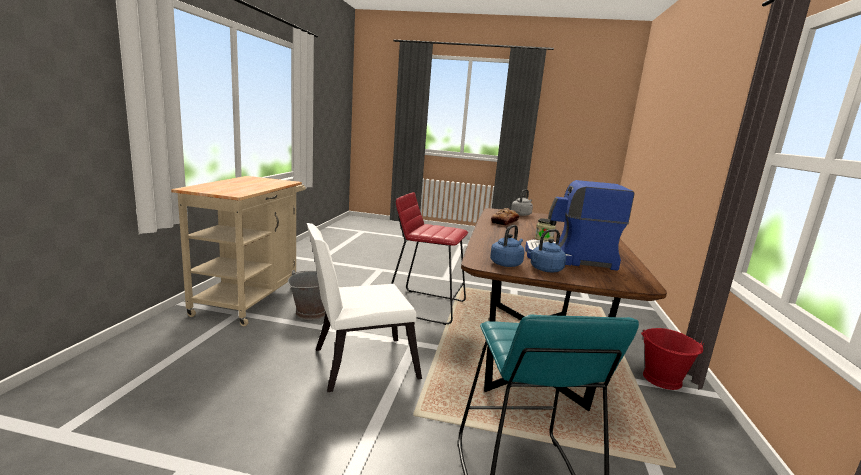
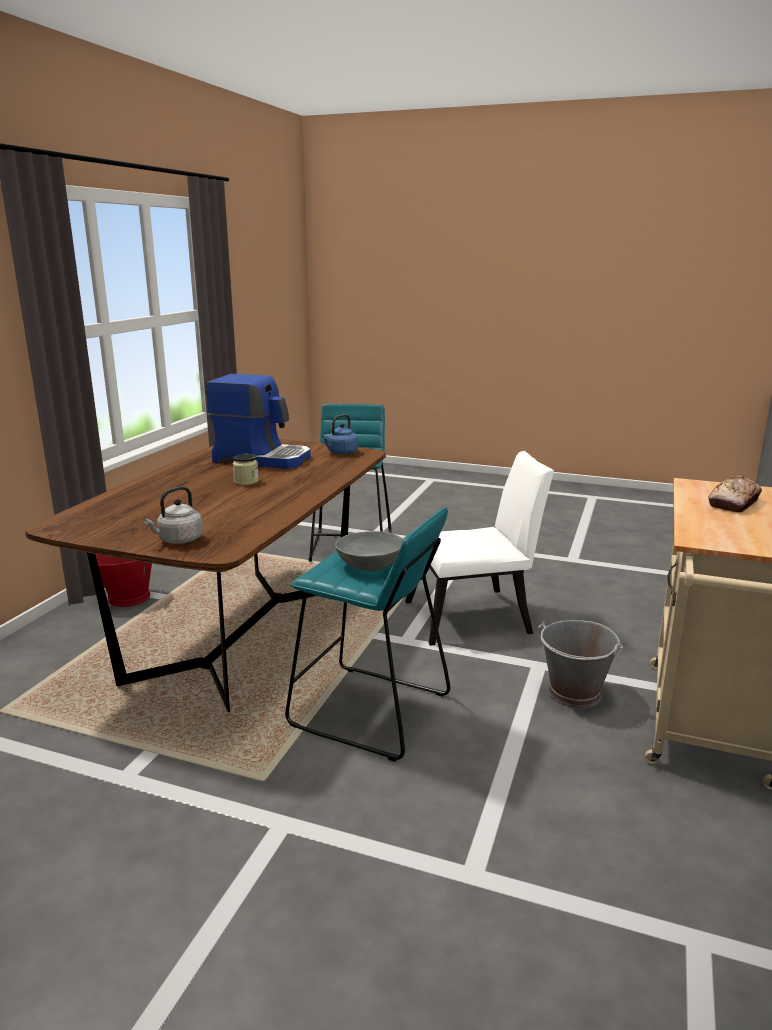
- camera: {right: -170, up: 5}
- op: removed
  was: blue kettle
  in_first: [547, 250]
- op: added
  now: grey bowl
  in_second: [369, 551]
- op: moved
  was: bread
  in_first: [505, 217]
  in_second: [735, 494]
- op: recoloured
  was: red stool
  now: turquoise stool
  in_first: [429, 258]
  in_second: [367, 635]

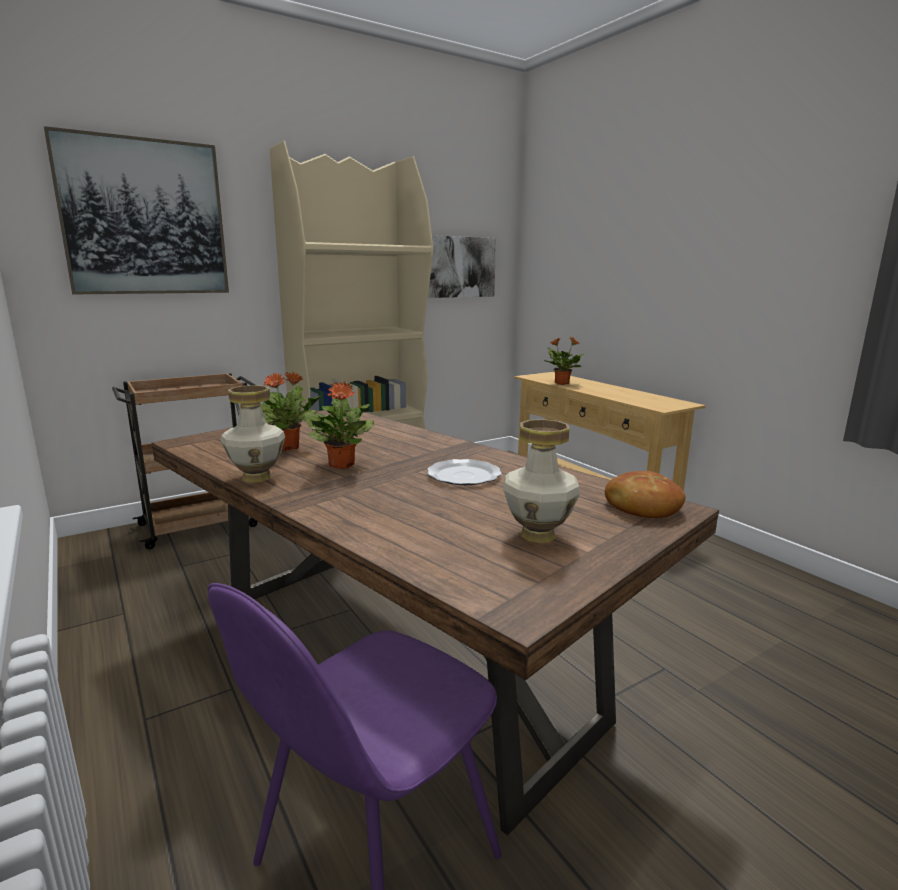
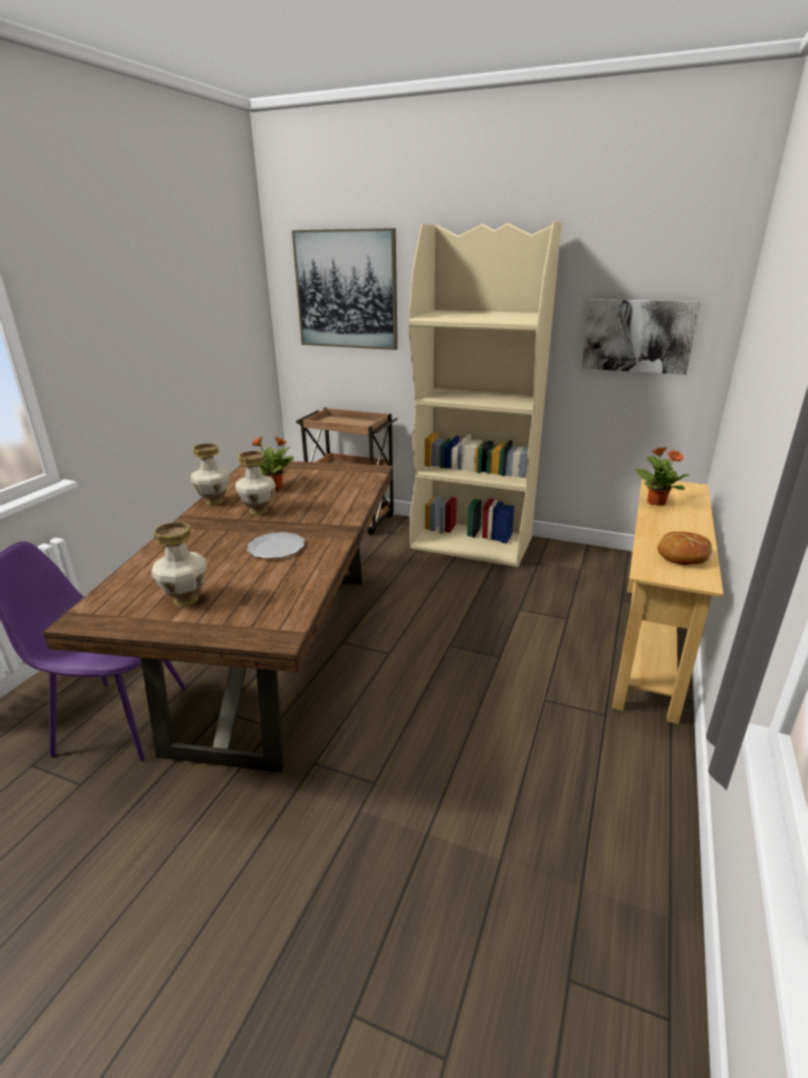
- camera: {right: 55, up: 10}
- op: moved
  was: bread
  in_first: [645, 494]
  in_second: [685, 548]
- op: replaced
  was: potted plant
  now: vase
  in_first: [339, 425]
  in_second: [255, 482]

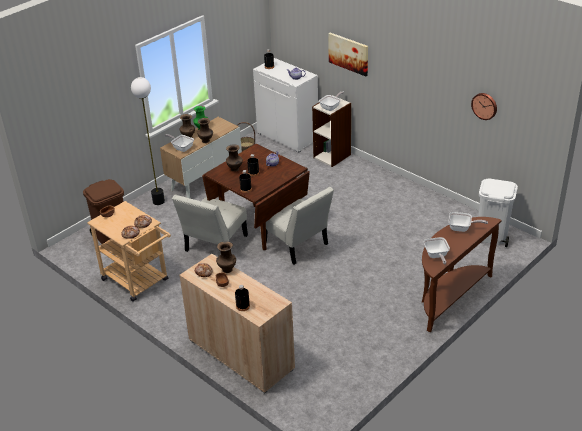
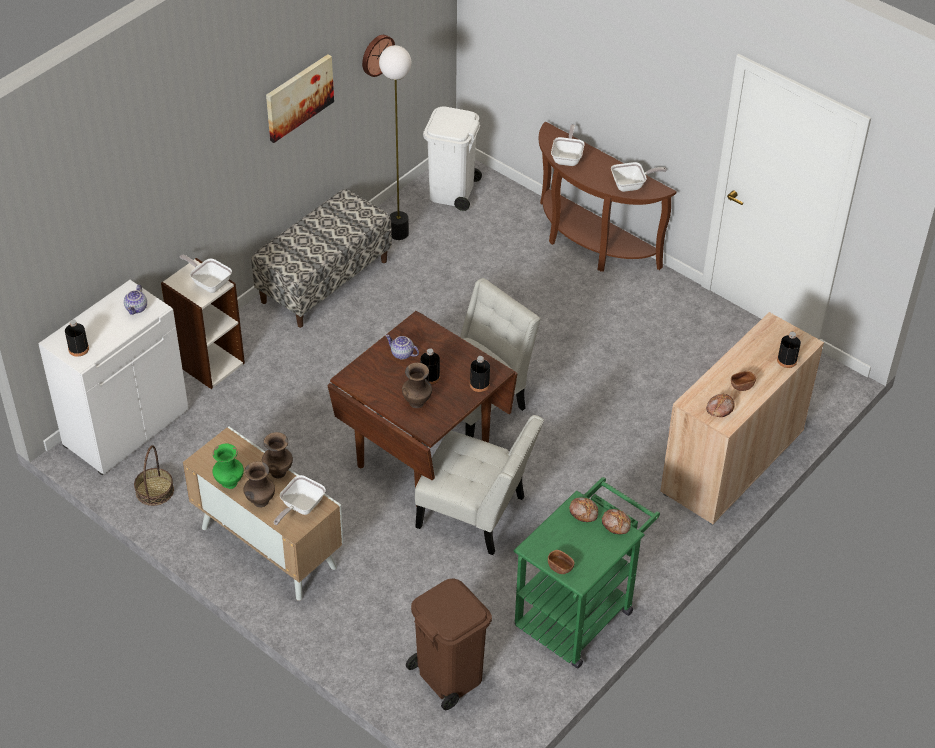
- camera: {right: -95, up: 10}
- op: removed
  was: brown vase
  in_first: [226, 257]
- op: added
  now: bench
  in_second: [321, 258]
- op: moved
  was: floor lamp
  in_first: [148, 141]
  in_second: [395, 142]
- op: moved
  was: picture
  in_first: [348, 54]
  in_second: [300, 98]
- op: recoloured
  was: beige cart
  now: green cart
  in_first: [129, 251]
  in_second: [587, 572]

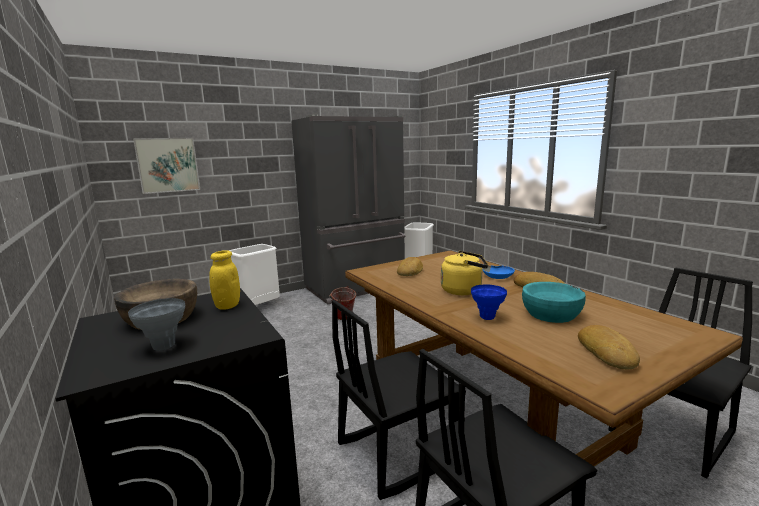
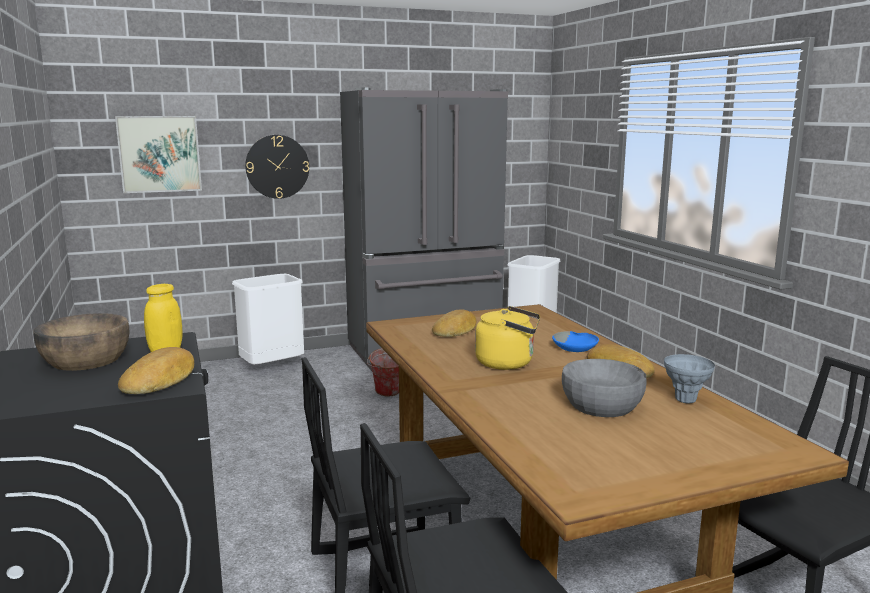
- camera: {right: 10, up: 0}
- op: removed
  was: blue vase
  in_first: [489, 302]
- op: added
  now: wall clock
  in_second: [277, 167]
- op: moved
  was: grey vase
  in_first: [156, 324]
  in_second: [689, 378]
- op: moved
  was: bread
  in_first: [609, 347]
  in_second: [156, 370]
- op: recoloured
  was: turquoise bowl
  now: grey bowl
  in_first: [554, 302]
  in_second: [604, 388]

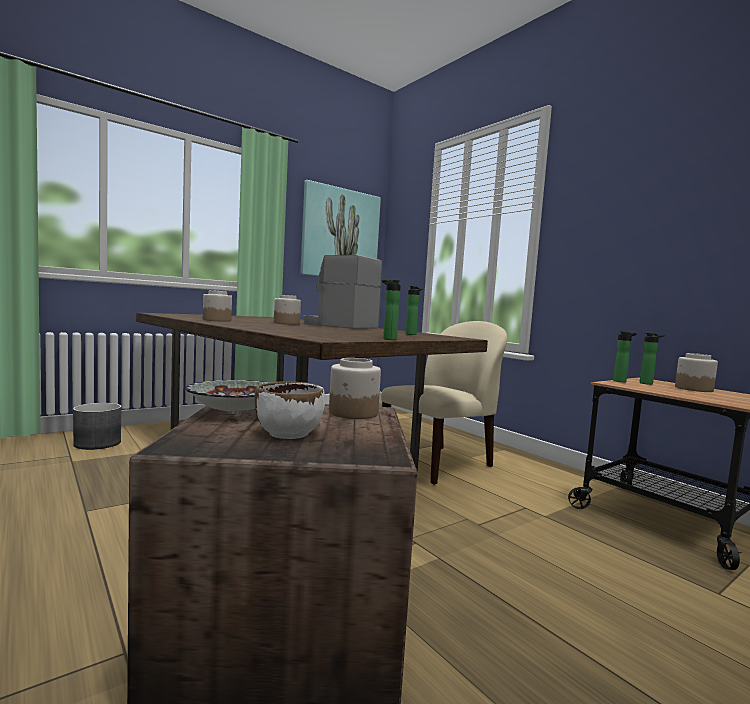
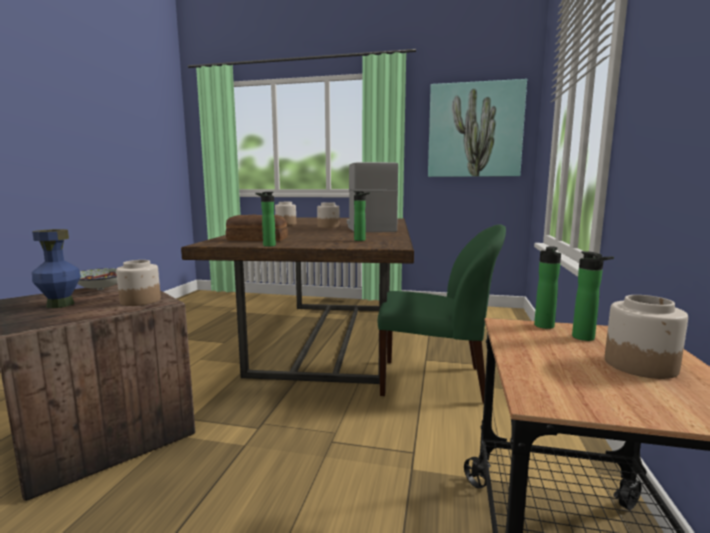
- camera: {right: 50, up: 5}
- op: removed
  was: grey planter
  in_first: [97, 426]
- op: added
  now: bread
  in_second: [257, 228]
- op: replaced
  was: white bowl
  now: blue vase
  in_first: [290, 410]
  in_second: [56, 268]
- op: recoloured
  was: beige chair
  now: green chair
  in_first: [444, 403]
  in_second: [441, 314]

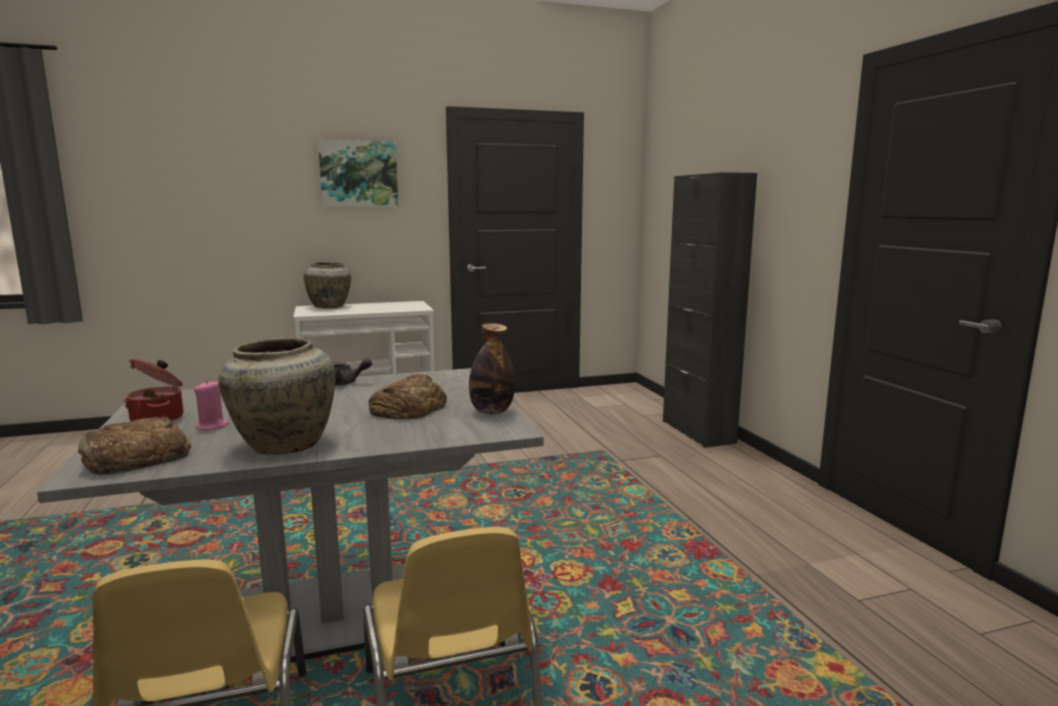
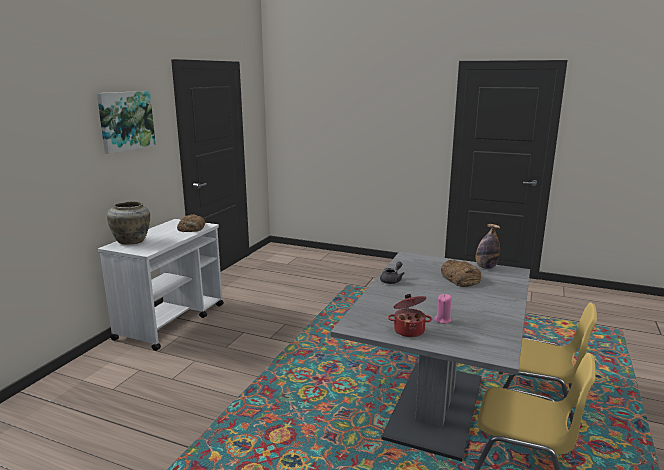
- camera: {right: -50, up: 5}
- op: removed
  was: beige vase
  in_first: [276, 396]
- op: removed
  was: black cabinet
  in_first: [710, 310]
- op: moved
  was: bread
  in_first: [135, 446]
  in_second: [191, 223]

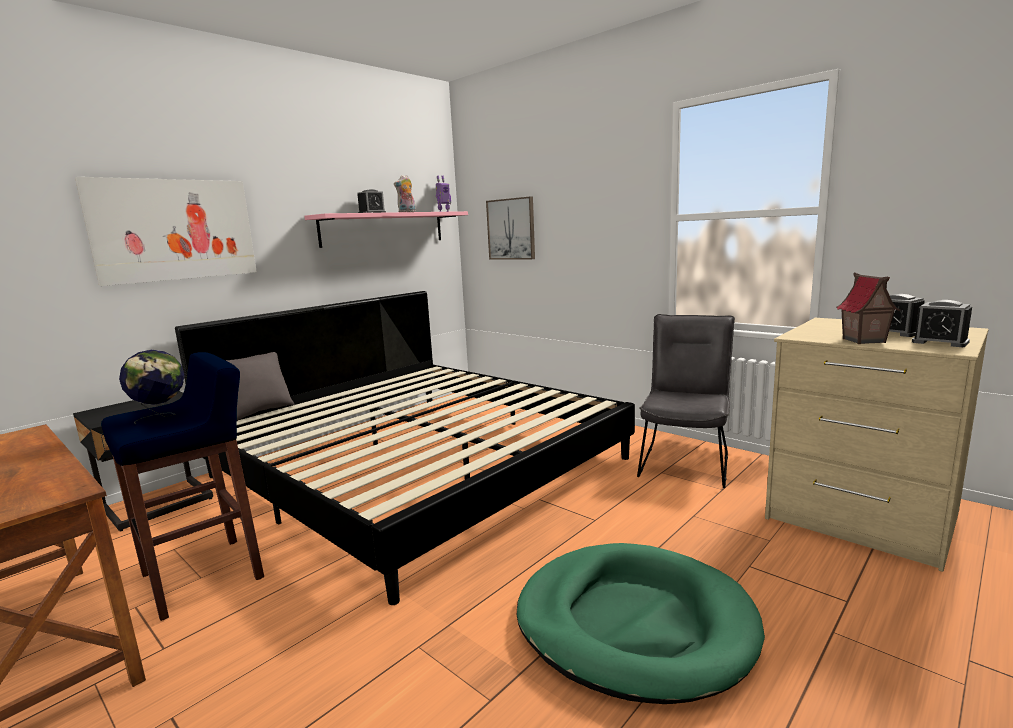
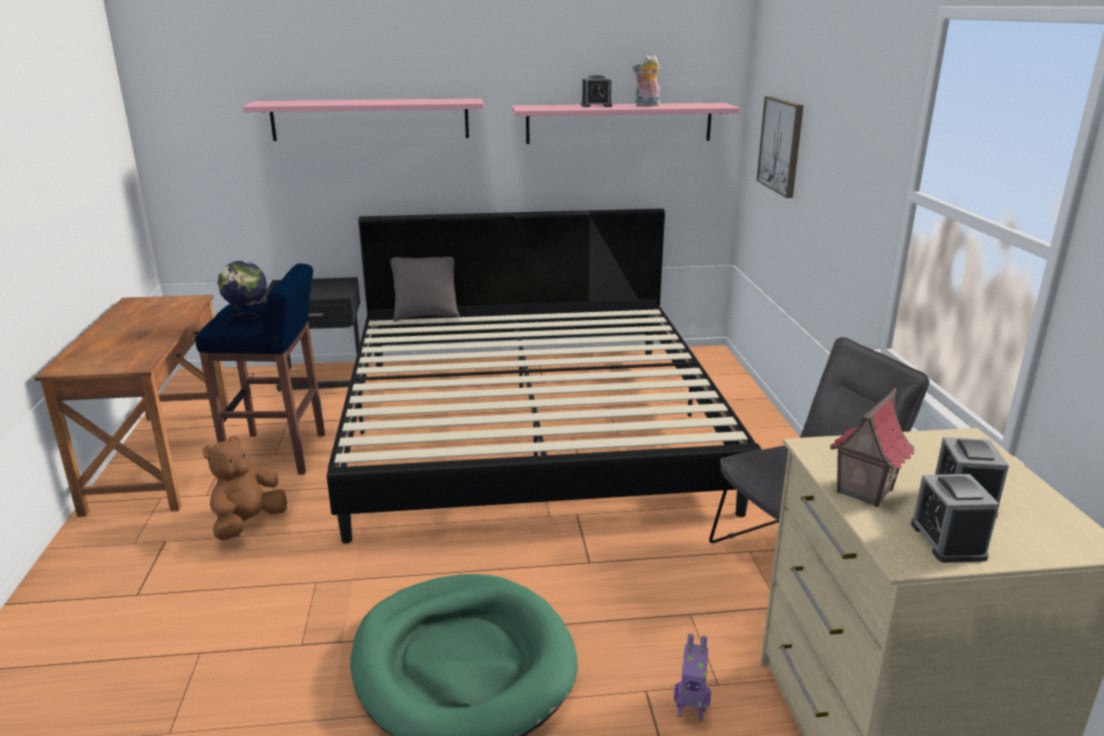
- camera: {right: 40, up: 10}
- op: added
  now: brown plush toy
  in_second: [244, 487]
- op: moved
  was: toy robot
  in_first: [443, 194]
  in_second: [692, 677]
- op: replaced
  was: picture
  now: pink shelf
  in_first: [166, 231]
  in_second: [363, 119]

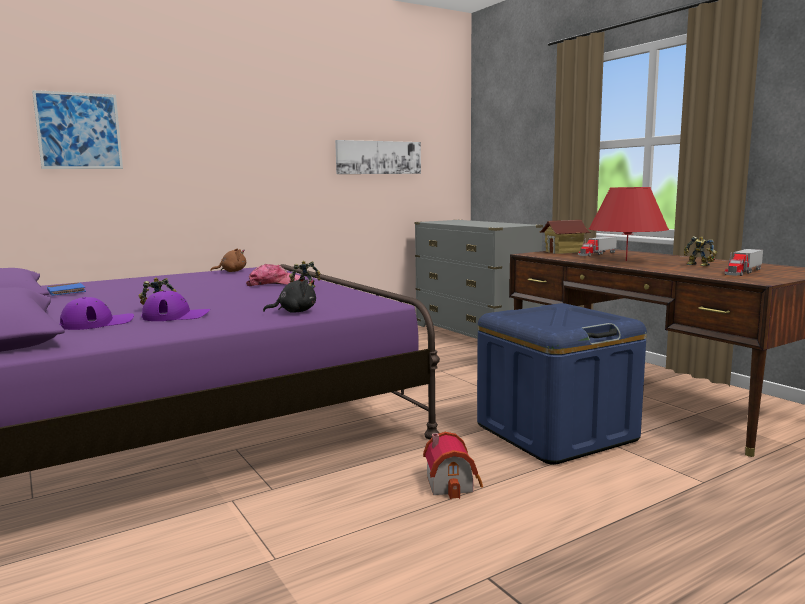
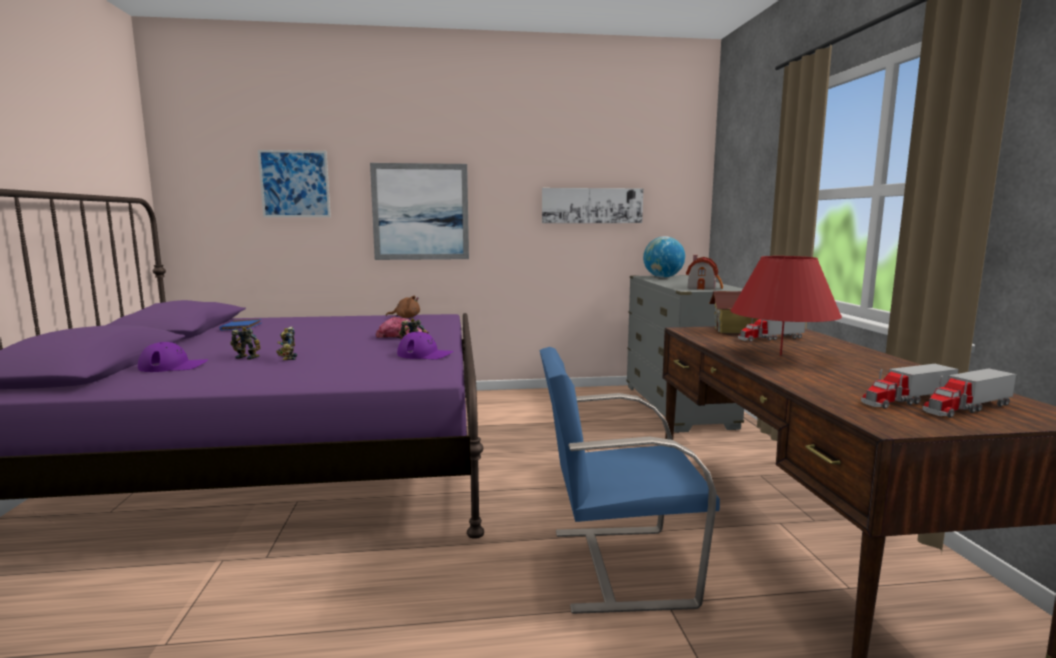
- camera: {right: 25, up: 0}
- op: removed
  was: black plush toy
  in_first: [289, 295]
- op: added
  now: picture
  in_second: [419, 211]
- op: added
  now: globe
  in_second: [664, 257]
- op: added
  now: toy truck
  in_second: [969, 393]
- op: moved
  was: purple cap
  in_first: [176, 305]
  in_second: [425, 345]
- op: moved
  was: toy house
  in_first: [453, 465]
  in_second: [704, 272]
- op: moved
  was: toy robot
  in_first: [700, 251]
  in_second: [286, 343]
- op: replaced
  was: blue storage box
  now: blue chair
  in_first: [562, 384]
  in_second: [630, 480]

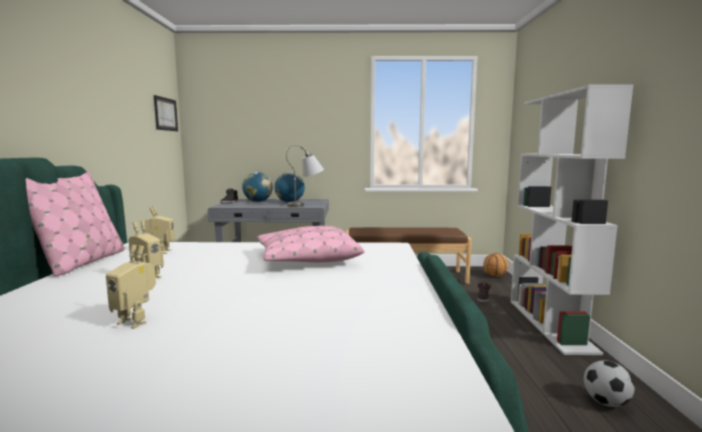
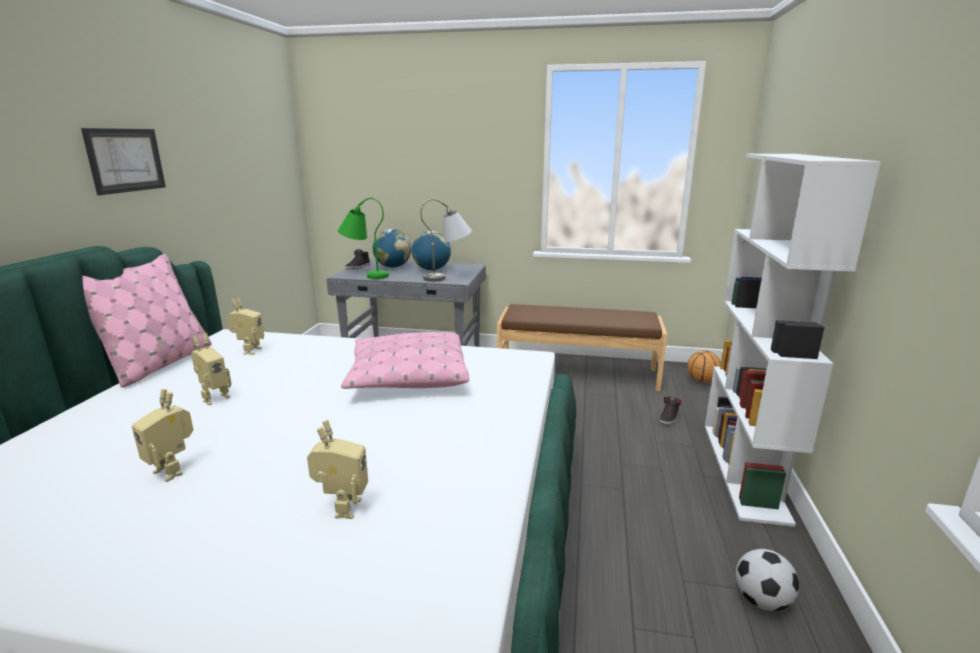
- camera: {right: 10, up: 10}
- op: added
  now: toy robot
  in_second: [337, 469]
- op: added
  now: green table lamp
  in_second: [363, 238]
- op: moved
  was: picture
  in_first: [166, 113]
  in_second: [123, 161]

